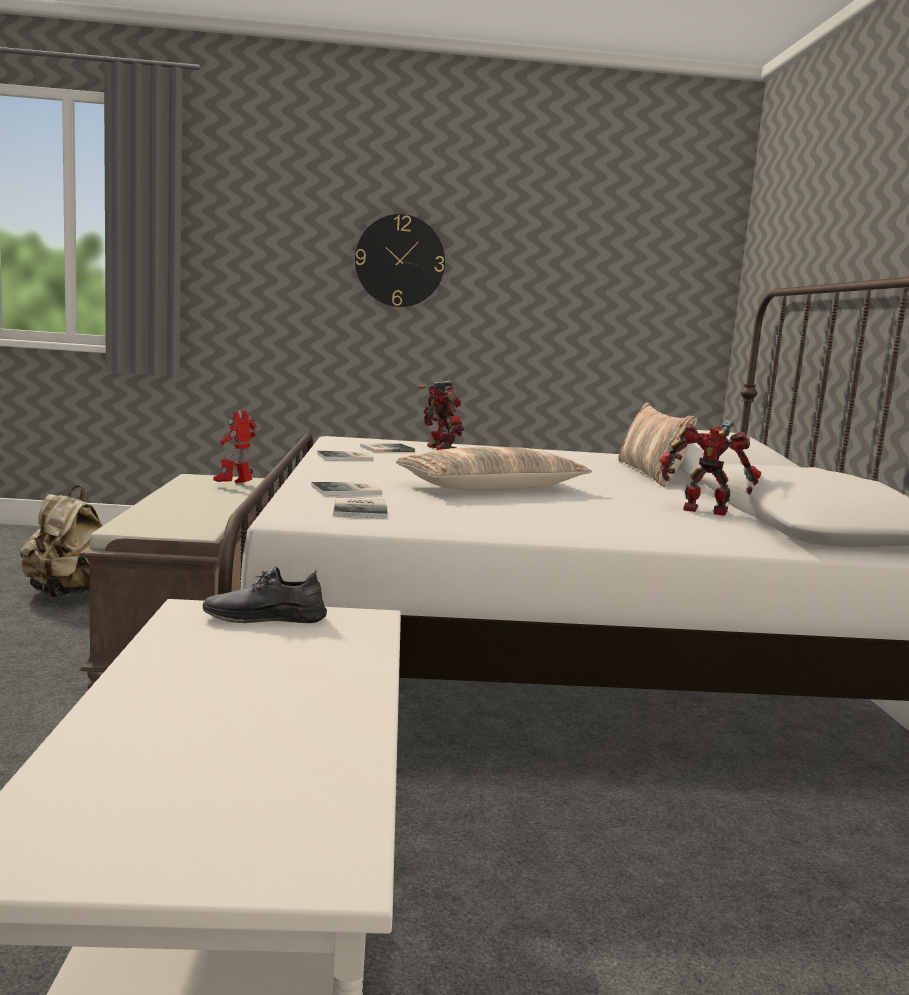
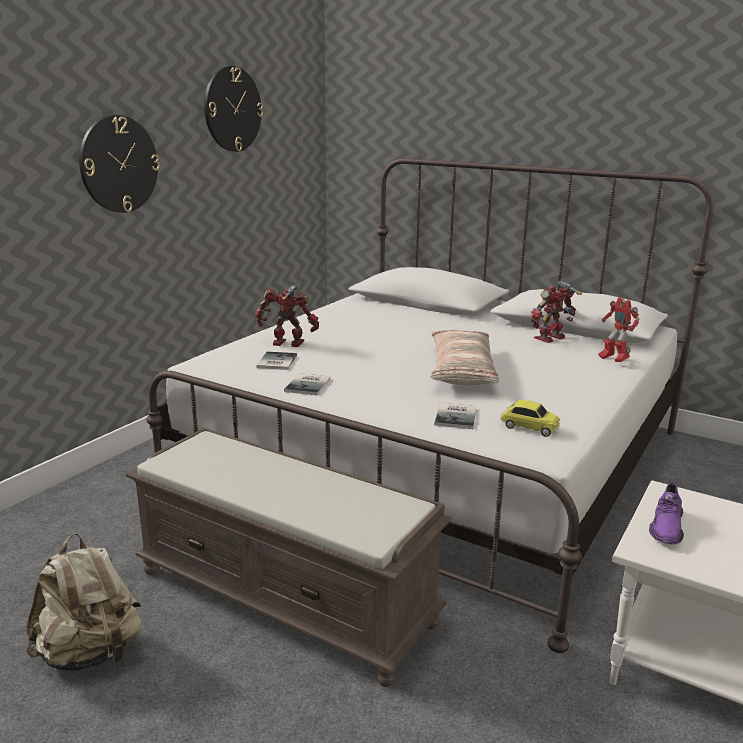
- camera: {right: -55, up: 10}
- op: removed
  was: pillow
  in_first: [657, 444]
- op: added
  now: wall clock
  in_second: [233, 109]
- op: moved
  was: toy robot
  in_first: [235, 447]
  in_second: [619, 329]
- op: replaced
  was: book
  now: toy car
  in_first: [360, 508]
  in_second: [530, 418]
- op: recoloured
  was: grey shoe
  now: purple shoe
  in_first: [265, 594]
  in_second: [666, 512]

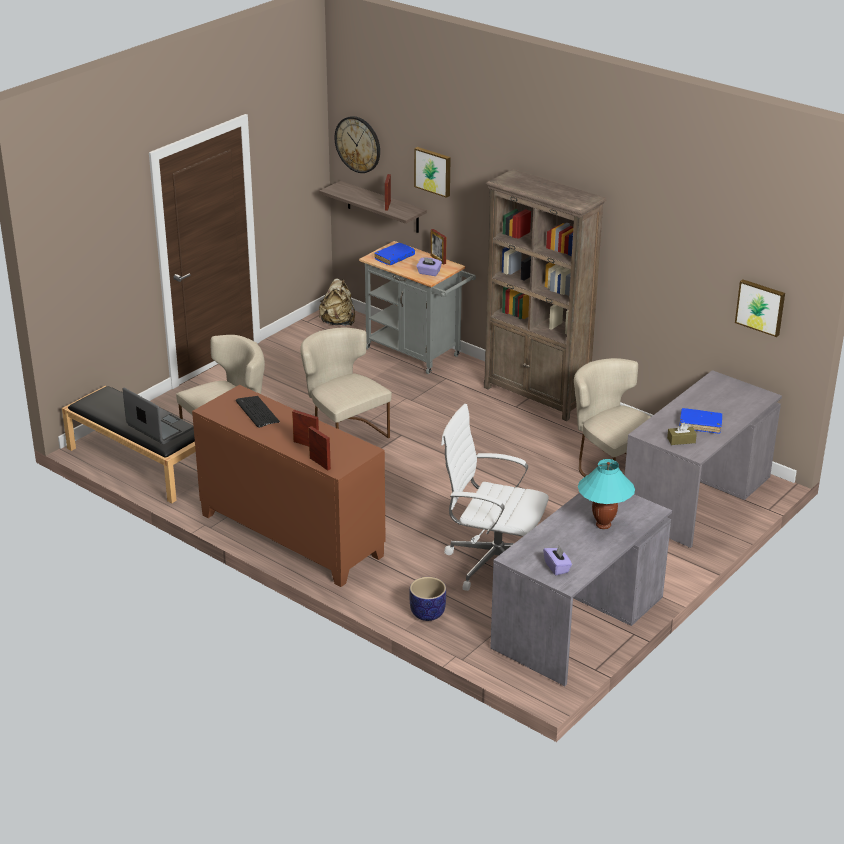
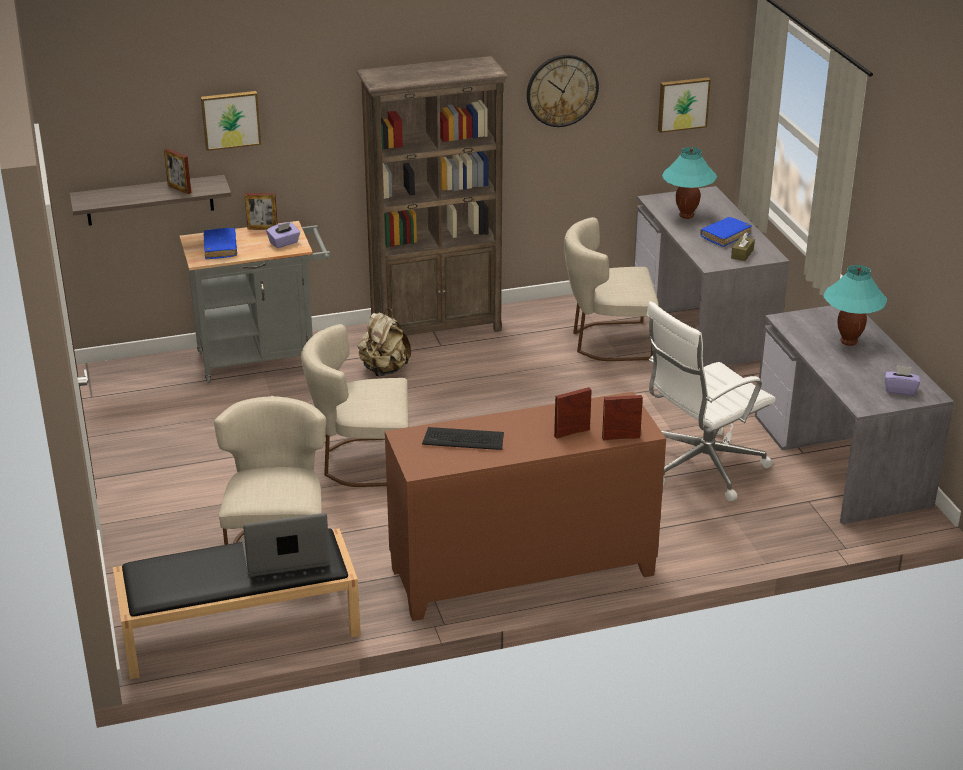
- camera: {right: -55, up: 0}
- op: removed
  was: planter
  in_first: [427, 599]
- op: added
  now: turquoise table lamp
  in_second: [689, 183]
- op: moved
  was: beige backpack
  in_first: [337, 302]
  in_second: [384, 343]
- op: moved
  was: wall clock
  in_first: [357, 144]
  in_second: [563, 91]

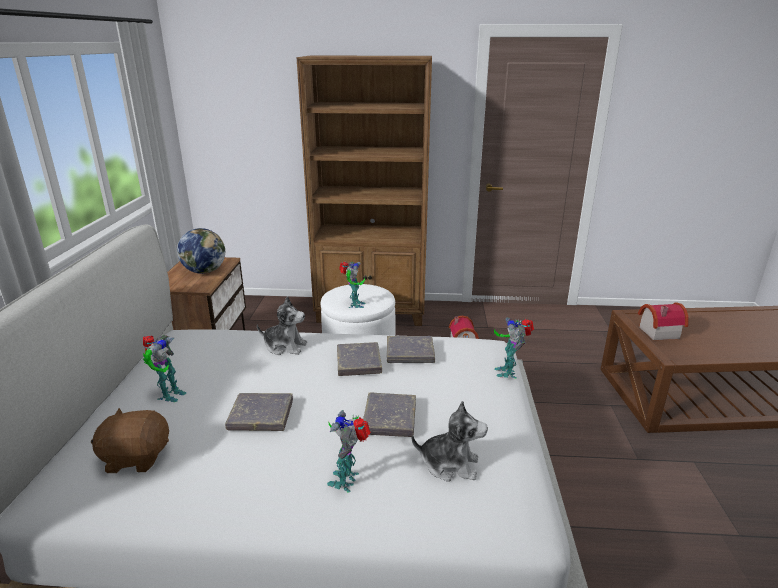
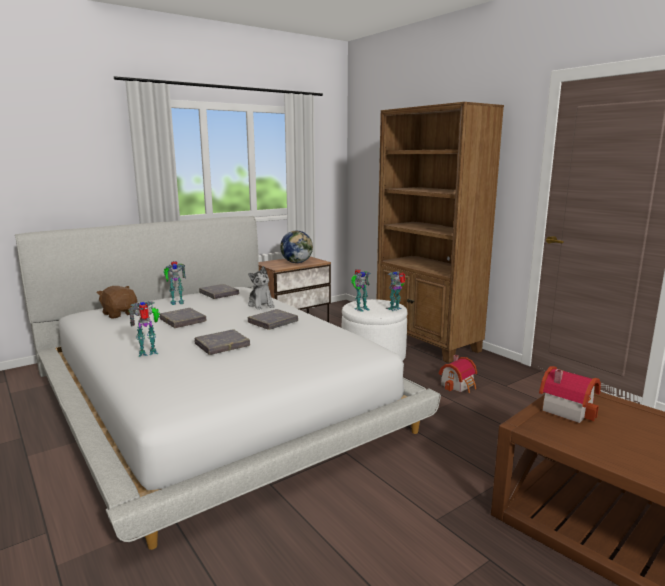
- camera: {right: 50, up: -10}
- op: removed
  was: plush toy
  in_first: [450, 441]
- op: moved
  was: grey book
  in_first: [411, 349]
  in_second: [219, 291]
- op: moved
  was: toy robot
  in_first: [514, 347]
  in_second: [396, 291]

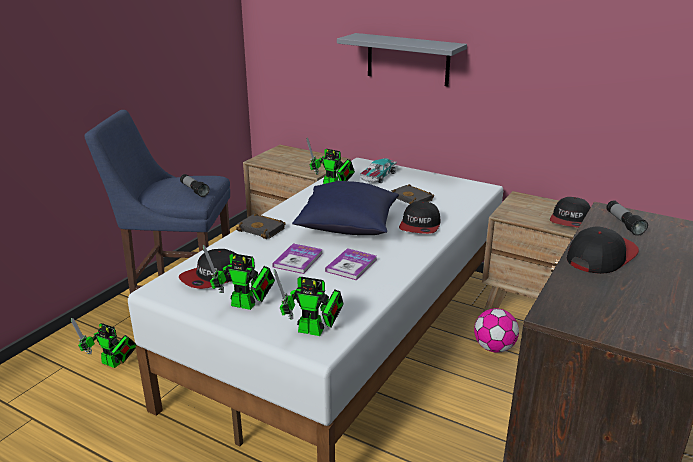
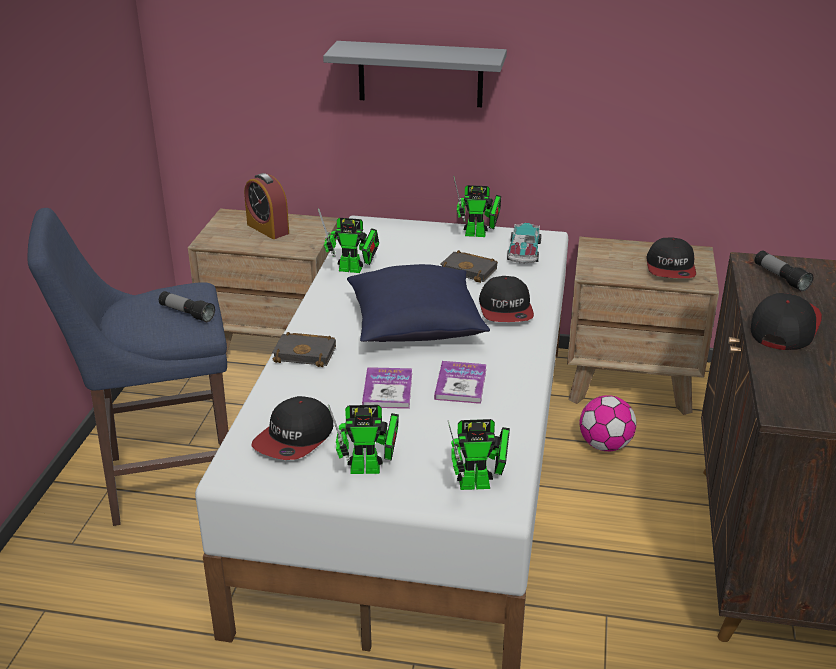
- camera: {right: -20, up: 5}
- op: added
  now: alarm clock
  in_second: [266, 206]
- op: moved
  was: toy robot
  in_first: [103, 343]
  in_second: [477, 206]
- op: moved
  was: toy car
  in_first: [378, 170]
  in_second: [524, 243]

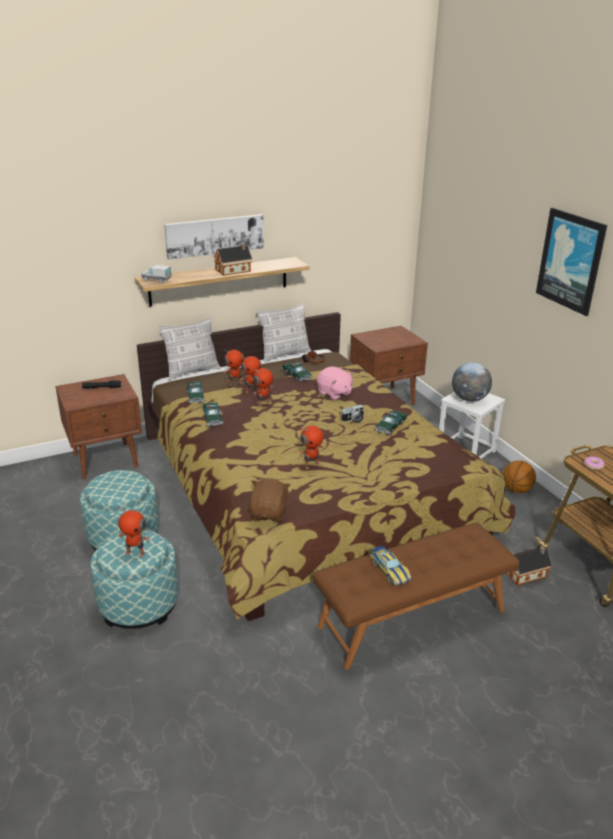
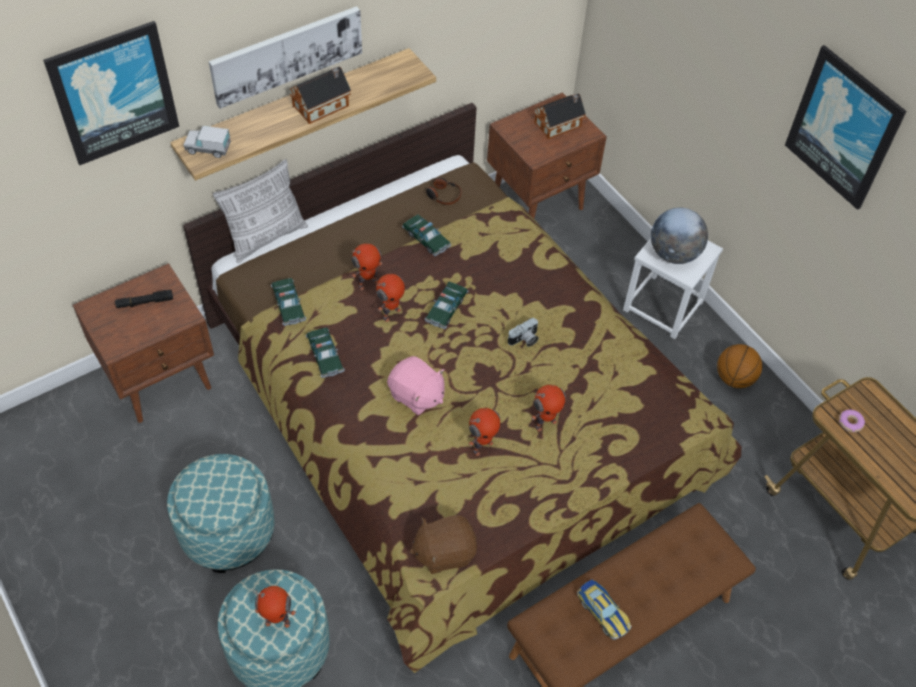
- camera: {right: -10, up: 25}
- op: removed
  was: pillow
  in_first: [284, 333]
- op: added
  now: picture
  in_second: [111, 93]
- op: moved
  was: toy robot
  in_first: [234, 367]
  in_second: [548, 408]
- op: moved
  was: pink plush toy
  in_first: [335, 383]
  in_second: [416, 385]
- op: moved
  was: toy car
  in_first: [391, 422]
  in_second: [446, 305]
- op: moved
  was: toy house
  in_first: [529, 565]
  in_second: [560, 116]
- op: turned
  was: brown plush toy
  in_first: [270, 500]
  in_second: [443, 544]
  clockwise: -105

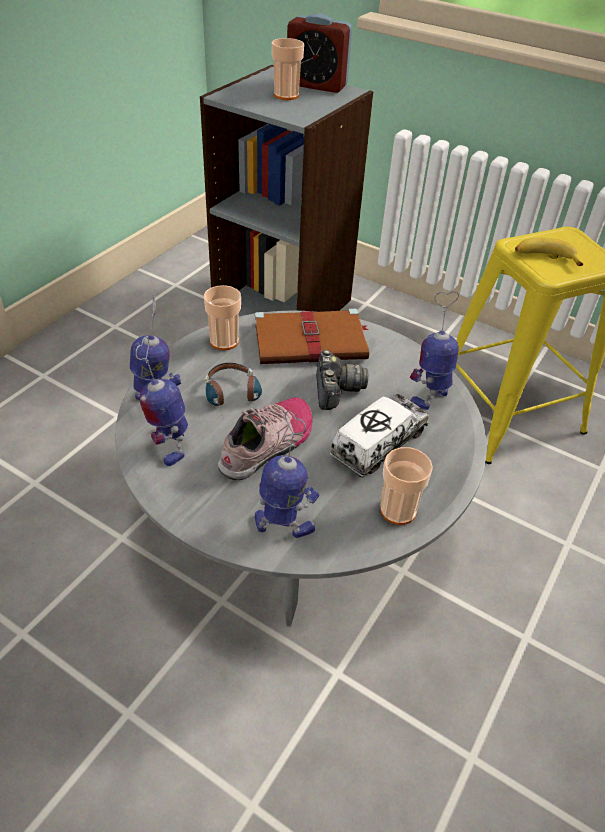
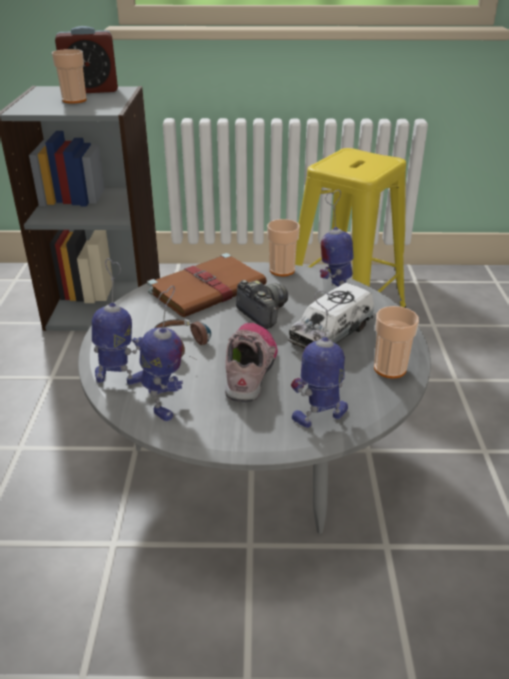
- camera: {right: -30, up: -10}
- op: removed
  was: banana
  in_first: [549, 251]
- op: moved
  was: cup
  in_first: [222, 317]
  in_second: [283, 247]
- op: turned
  was: toy robot
  in_first: [162, 401]
  in_second: [161, 353]
  clockwise: -135
- op: turned
  was: toy truck
  in_first: [379, 436]
  in_second: [331, 316]
  clockwise: -150

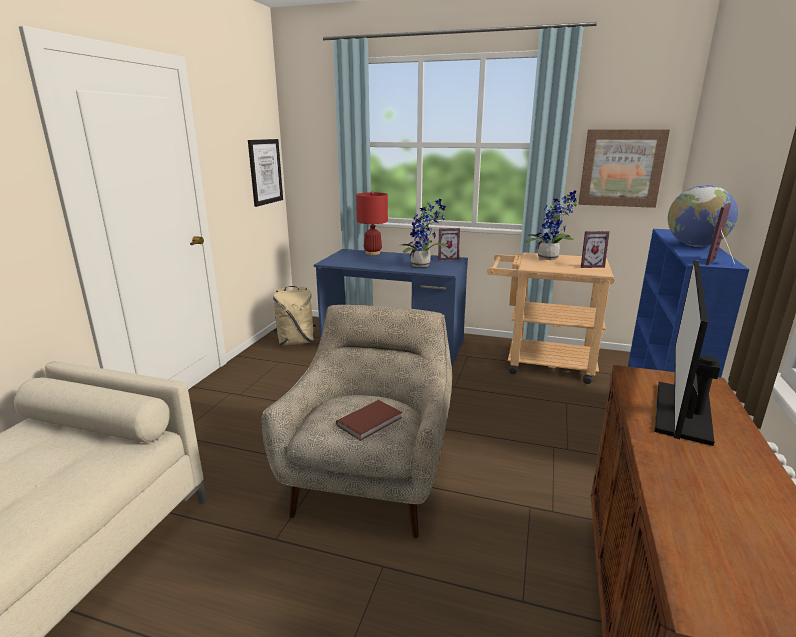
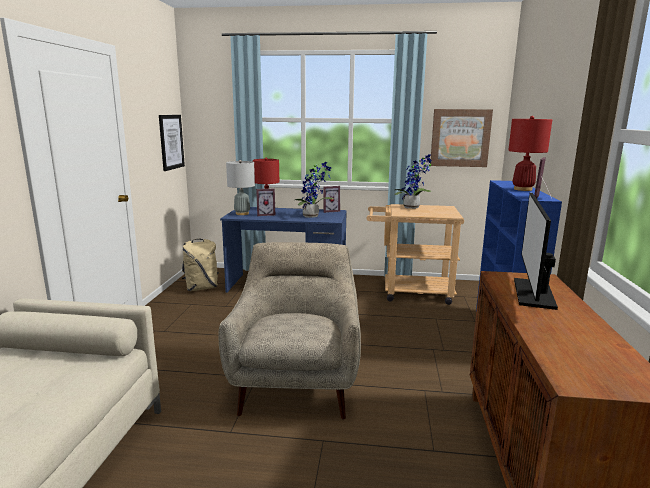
- camera: {right: -10, up: -5}
- op: removed
  was: brown book
  in_first: [369, 420]
- op: added
  now: grey table lamp
  in_second: [240, 187]
- op: moved
  was: picture frame
  in_first: [595, 249]
  in_second: [265, 202]
- op: replaced
  was: globe
  now: red table lamp
  in_first: [703, 216]
  in_second: [530, 153]

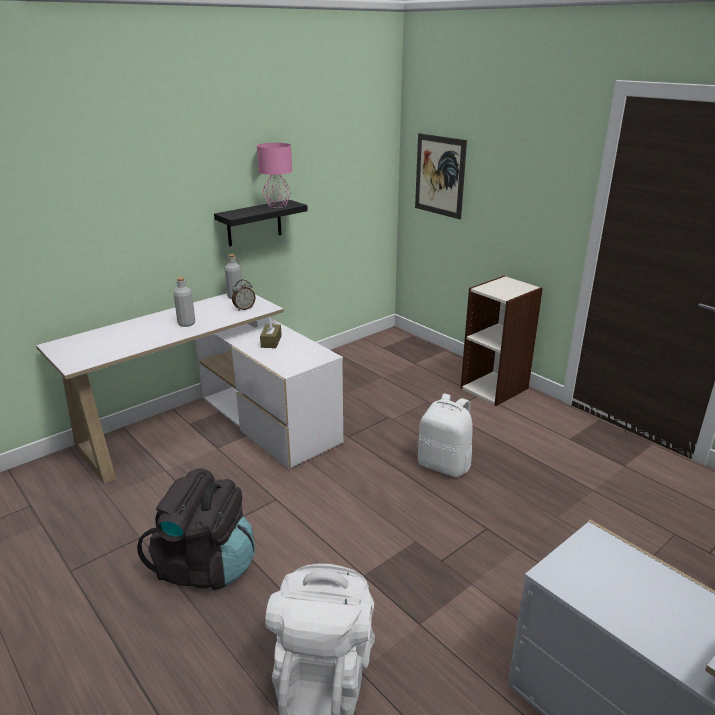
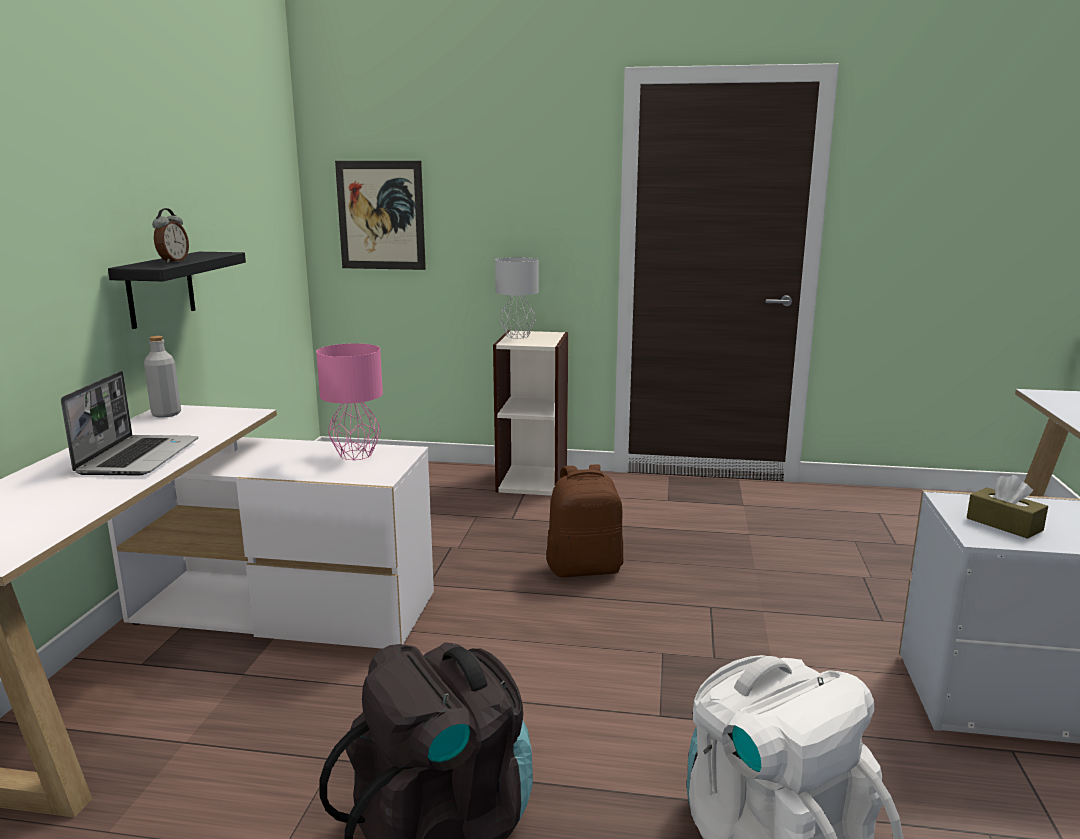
- camera: {right: -40, up: -10}
- op: added
  now: grey table lamp
  in_second: [517, 298]
- op: moved
  was: alarm clock
  in_first: [243, 295]
  in_second: [170, 235]
- op: moved
  was: pink table lamp
  in_first: [274, 175]
  in_second: [349, 401]
- op: moved
  was: brown tissue box
  in_first: [271, 333]
  in_second: [1007, 507]
- op: replaced
  was: grey bottle
  now: laptop
  in_first: [184, 302]
  in_second: [129, 423]
- op: recoloured
  was: white backpack
  now: brown backpack
  in_first: [444, 435]
  in_second: [585, 520]

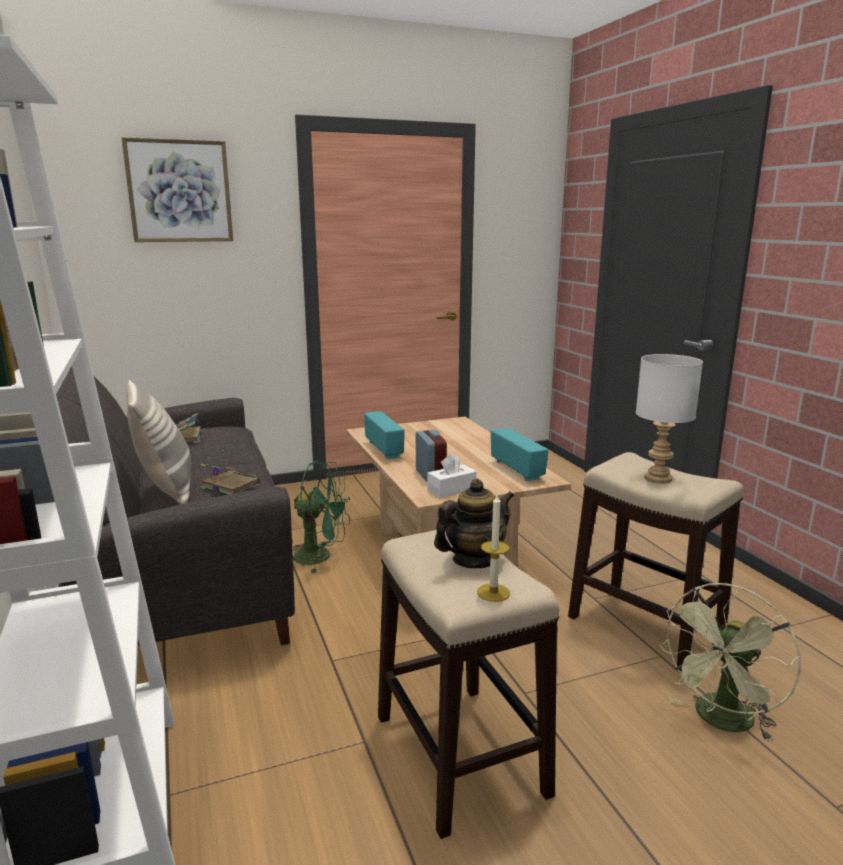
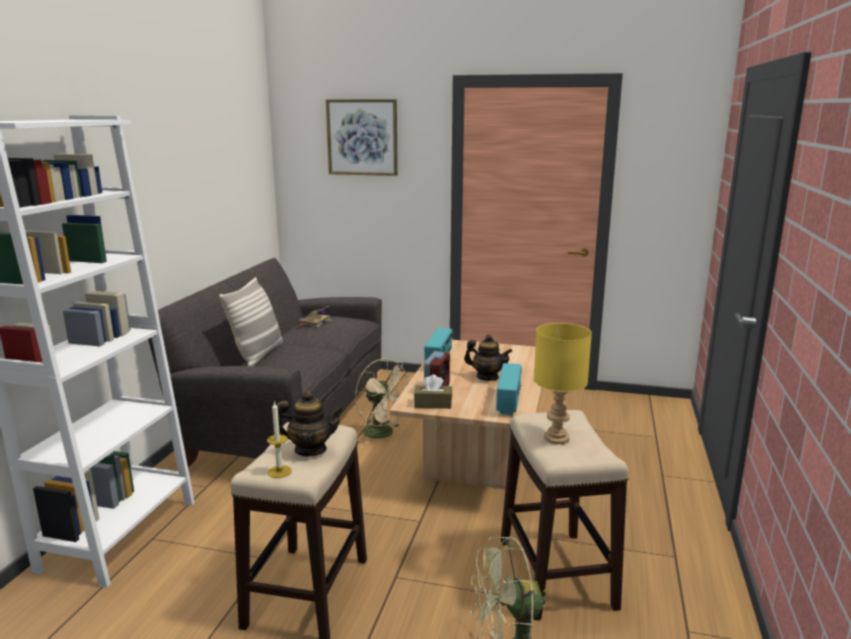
- camera: {right: 35, up: 0}
- op: removed
  was: book
  in_first: [230, 479]
- op: added
  now: teapot
  in_second: [488, 357]
- op: recoloured
  was: green fan
  now: beige fan
  in_first: [321, 517]
  in_second: [384, 401]
- op: recoloured
  was: white tissue box
  now: brown tissue box
  in_first: [452, 475]
  in_second: [433, 391]
- op: recoloured
  was: white table lamp
  now: yellow table lamp
  in_first: [669, 419]
  in_second: [563, 383]

